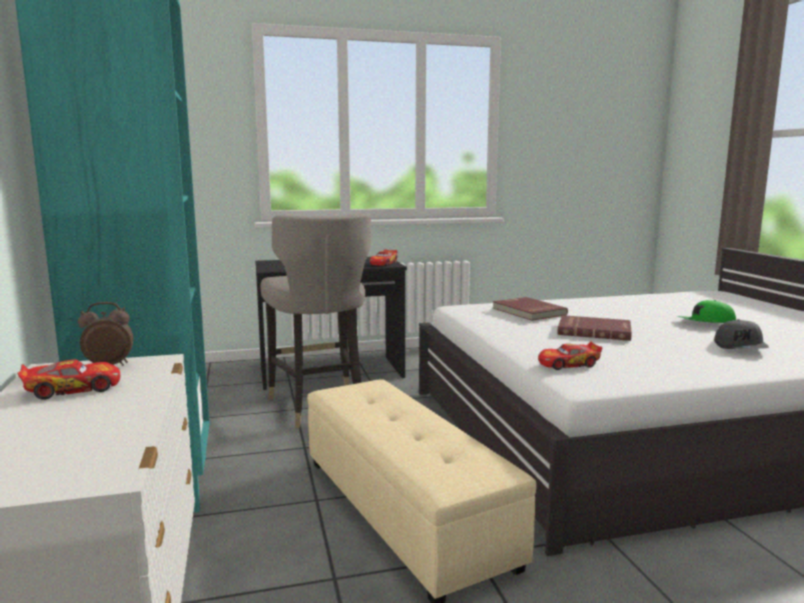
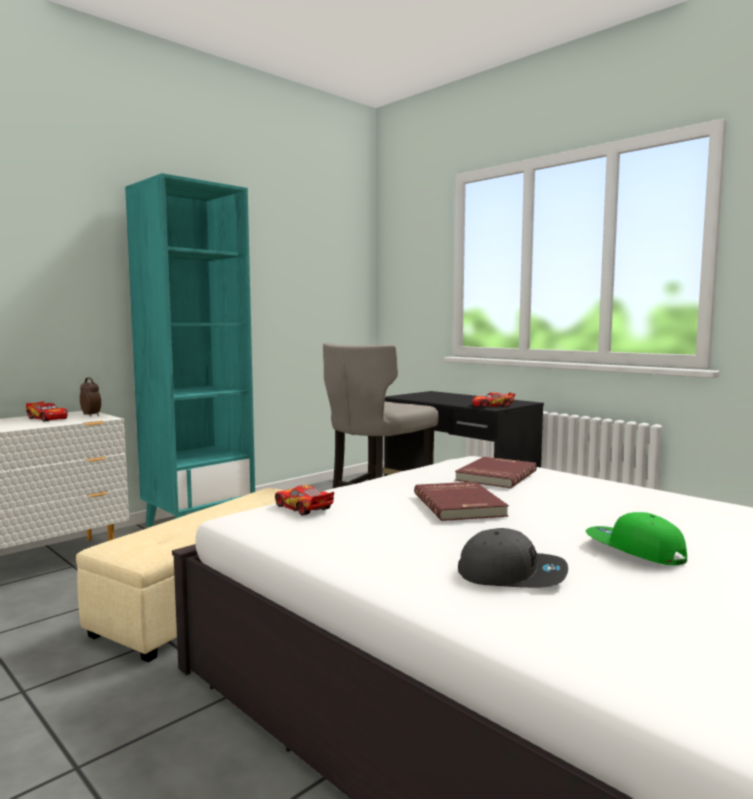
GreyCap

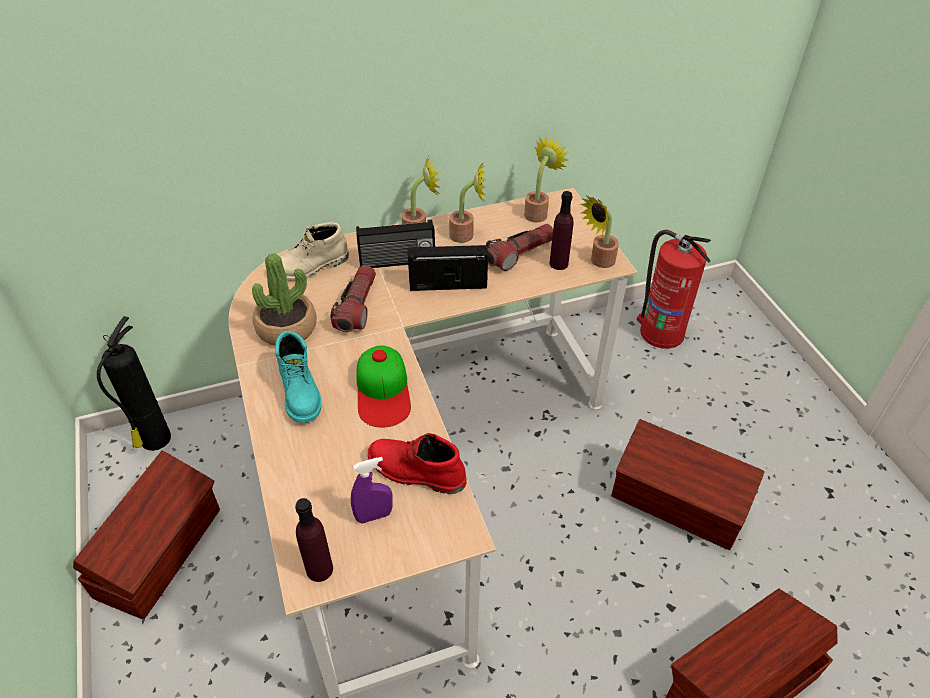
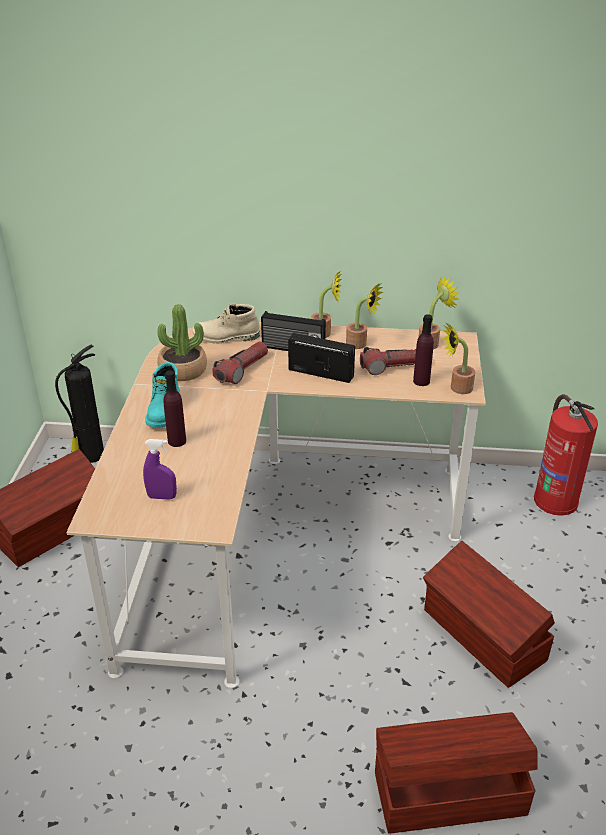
Cap; RedBoot; PurpleBottle (no. 1 from left)

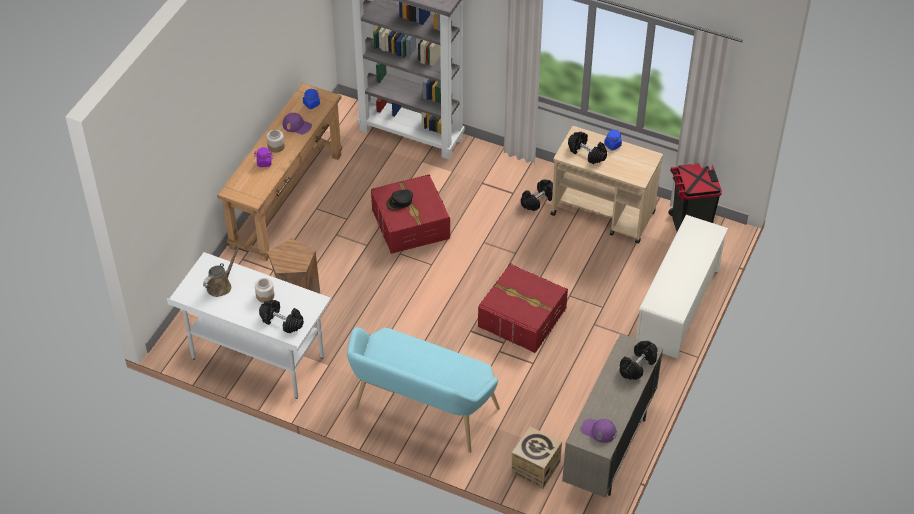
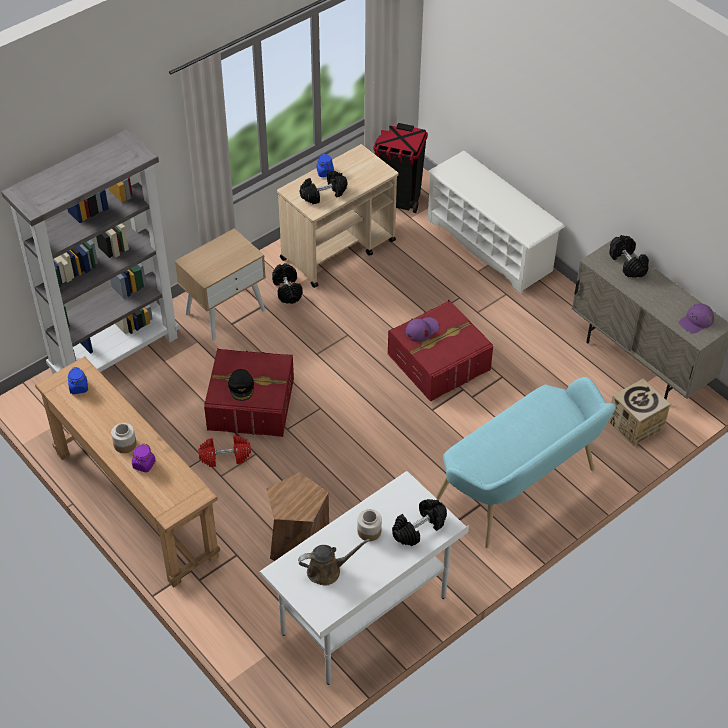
BeigeNightstand; RedDumbbell; PurpleCap (no. 1 from left); BrownWateringCan

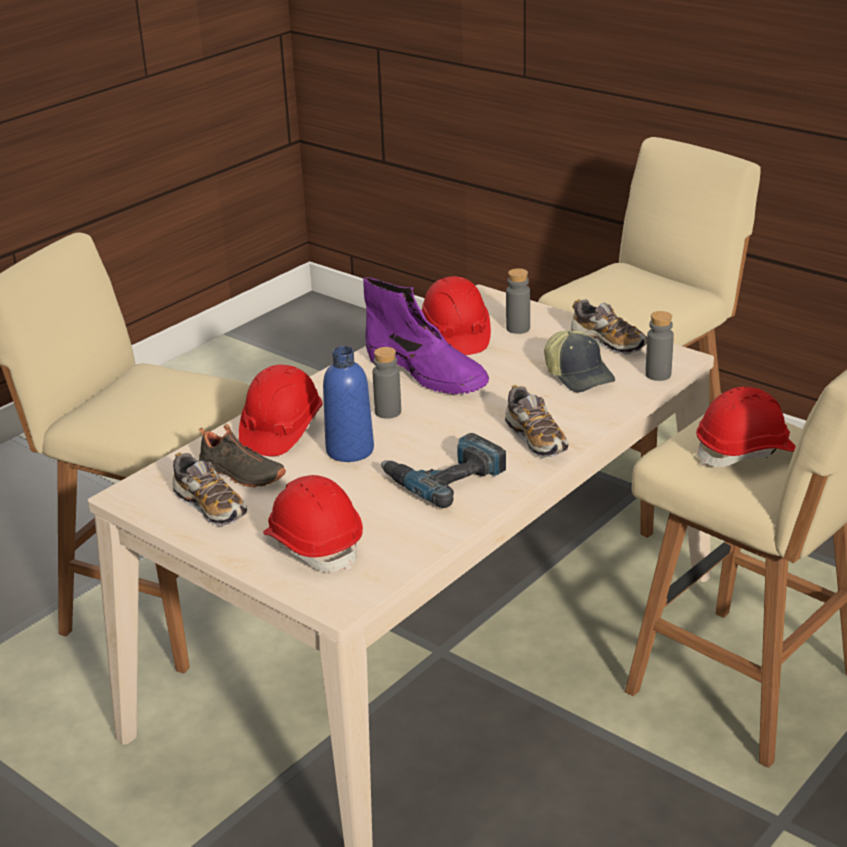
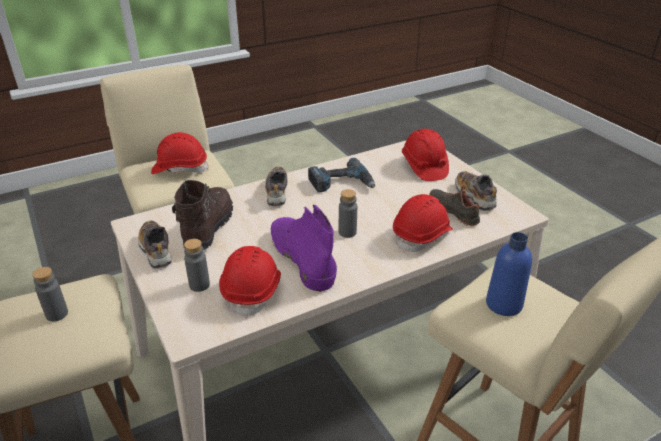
BlueBottle; GreyBottle (no. 1 from left); BrownBoot

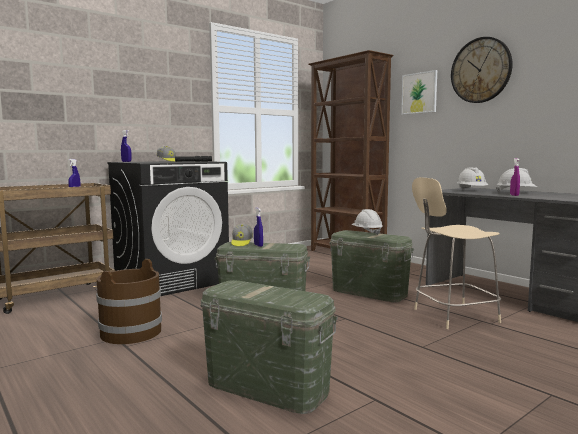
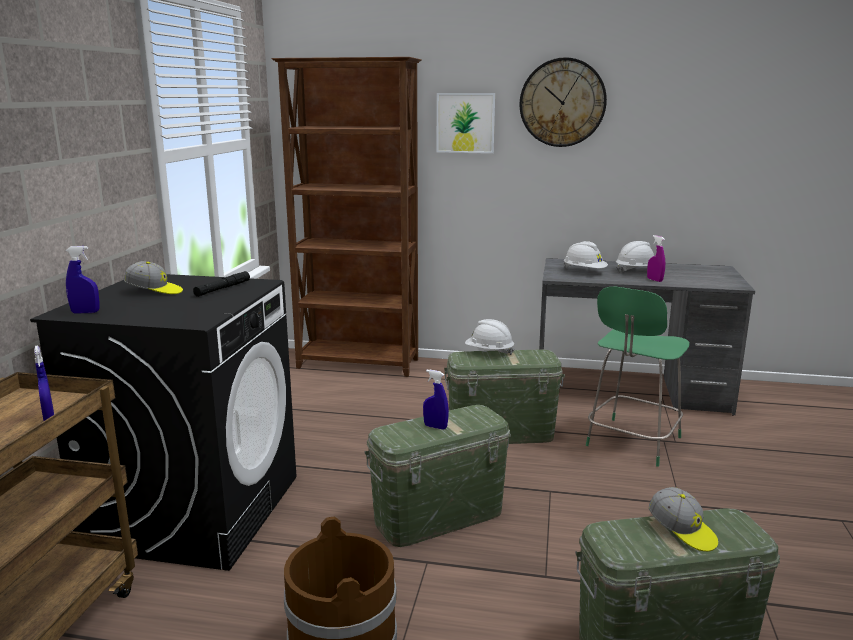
Cap (no. 2 from left); GreenChair

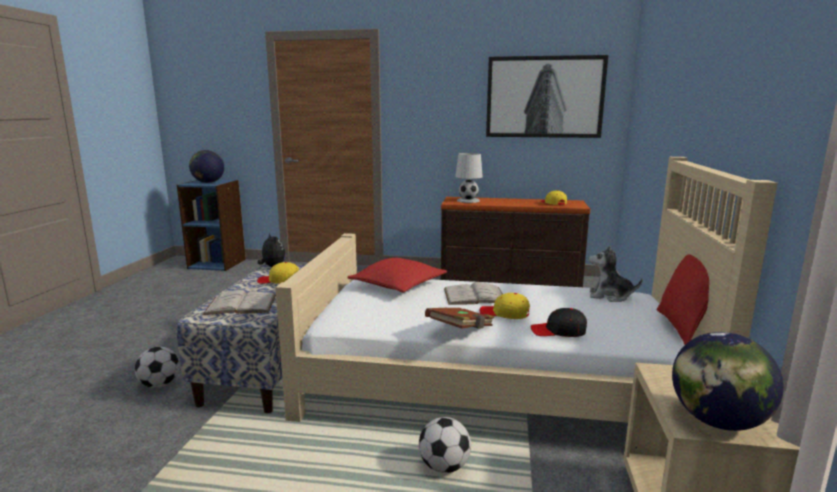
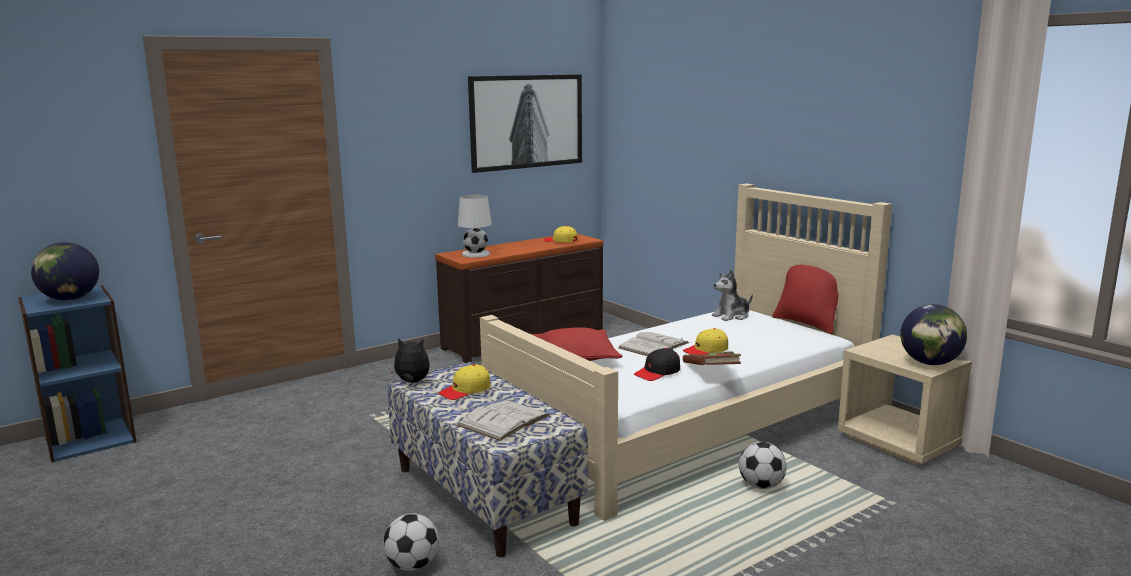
BlackCap

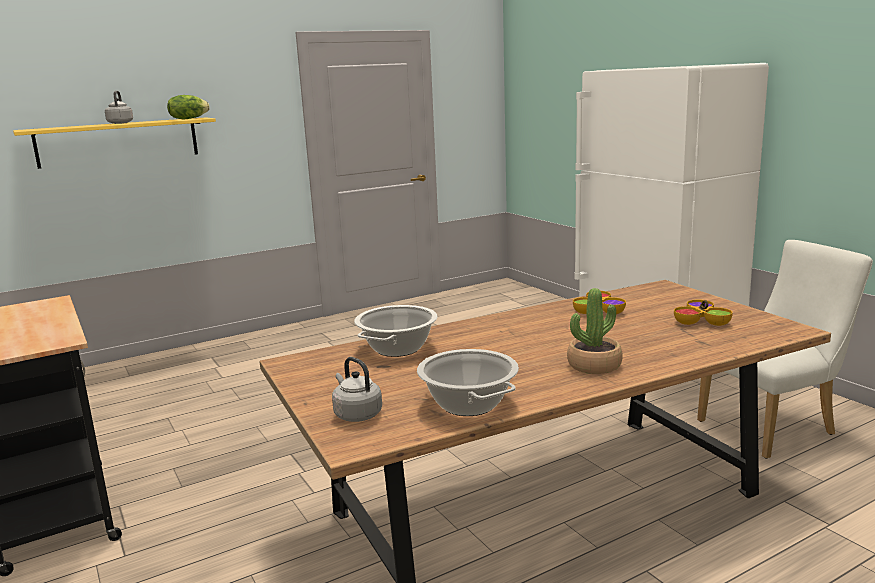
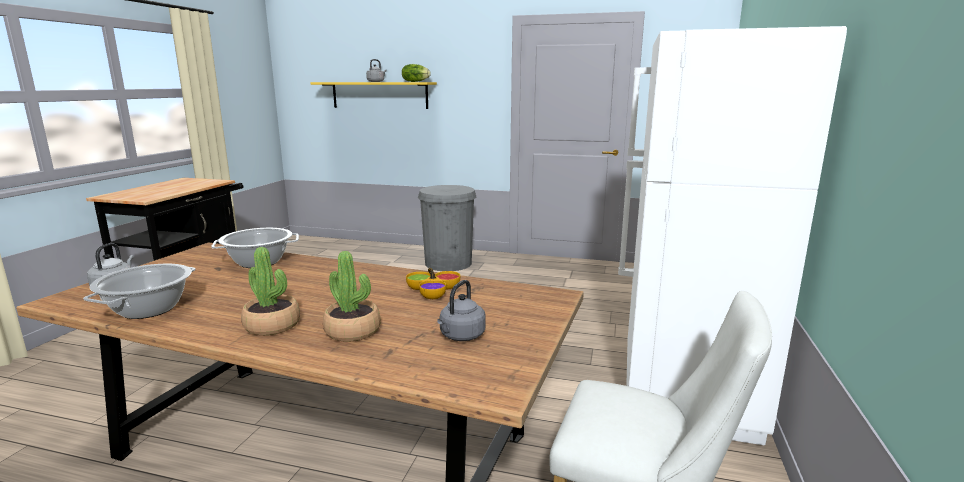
PottedPlant (no. 2 from left); GreyTrashCan; GreyKettle (no. 3 from left)

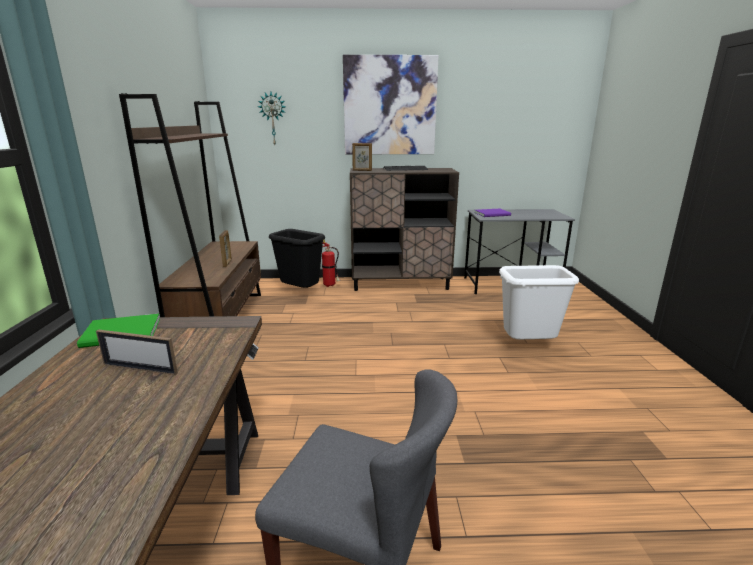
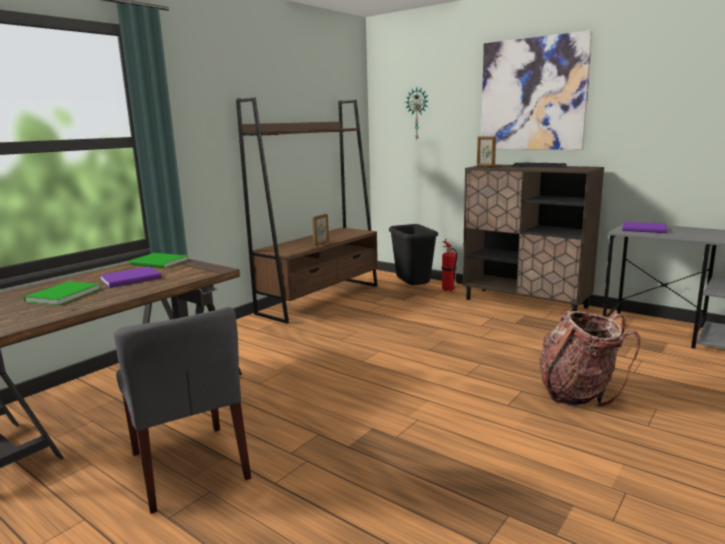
GreenBook (no. 1 from left); PurpleBook (no. 1 from left); Backpack

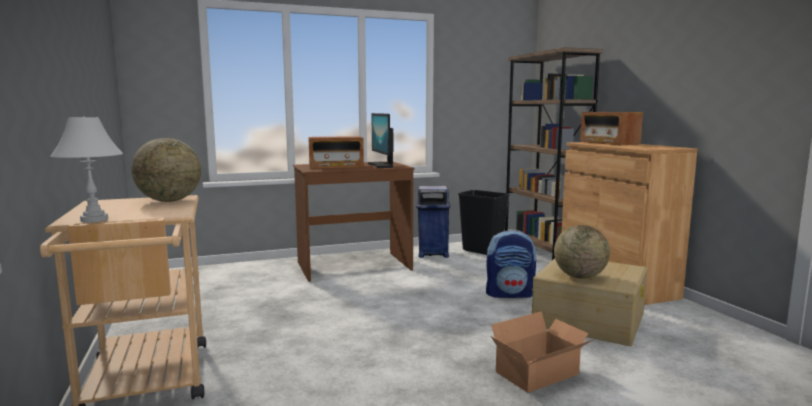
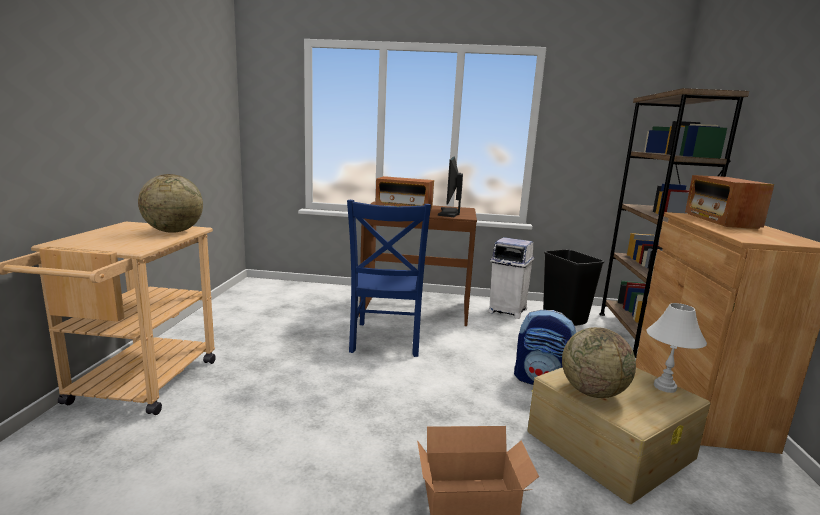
BlueChair; WhiteTableLamp; WhiteTrashCan

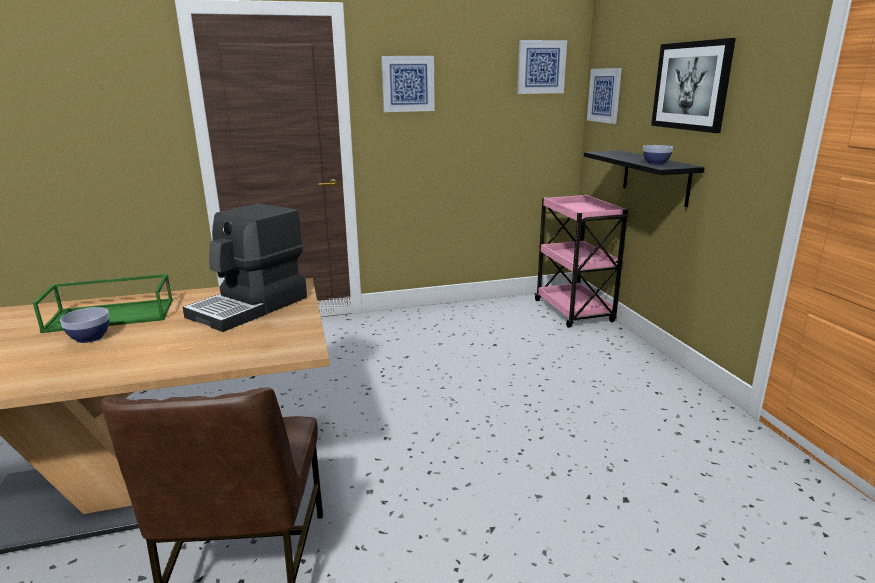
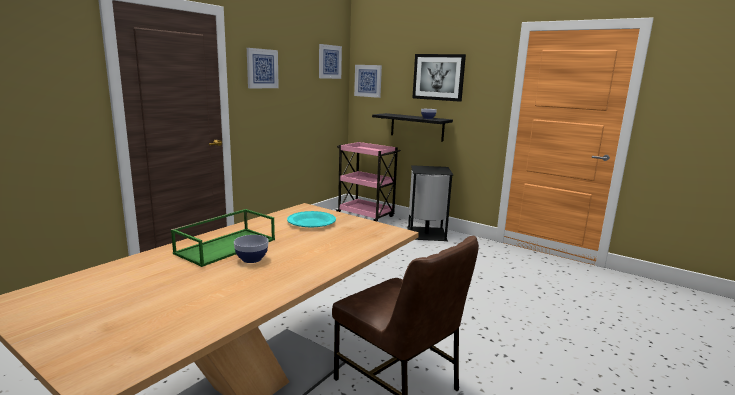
BlackTrashCan; TurquoisePlate

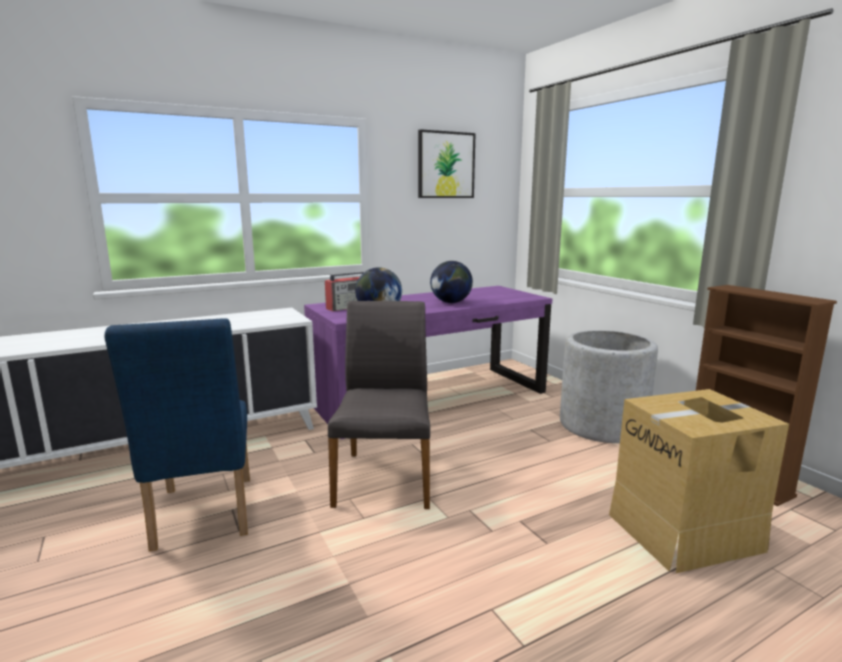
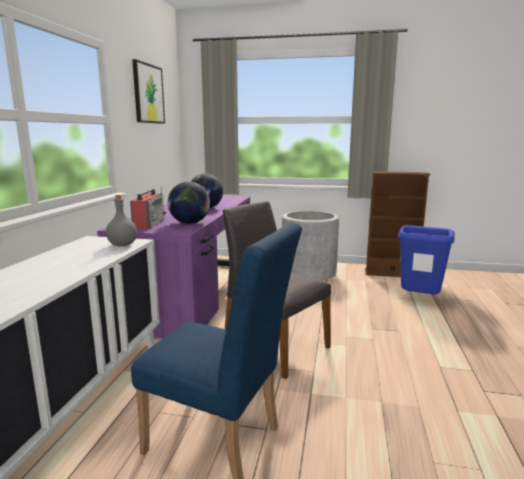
GreyBottle; BlueTrashCan

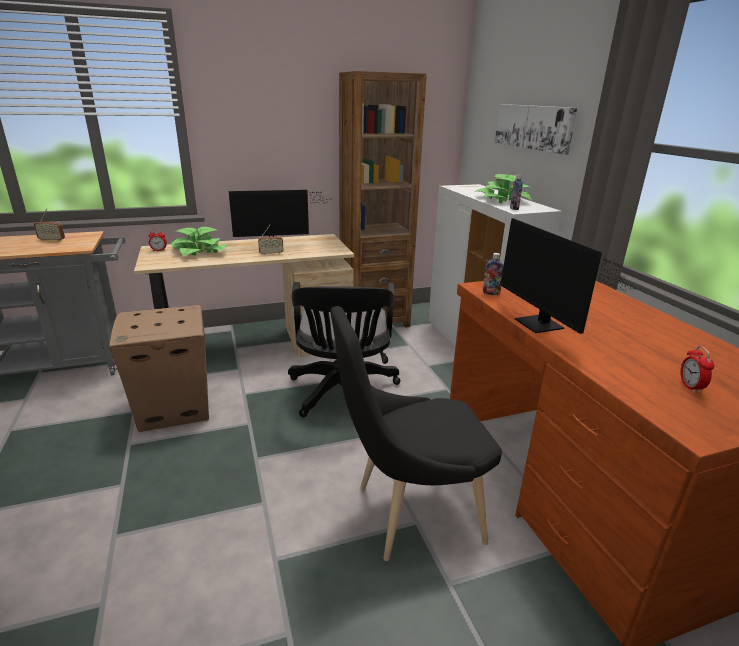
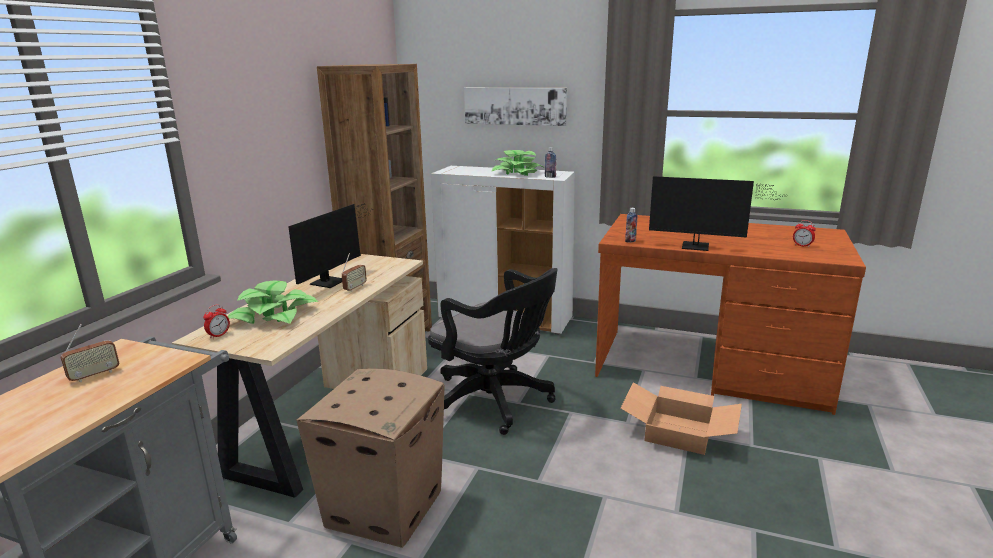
CardboardBox (no. 2 from left)

